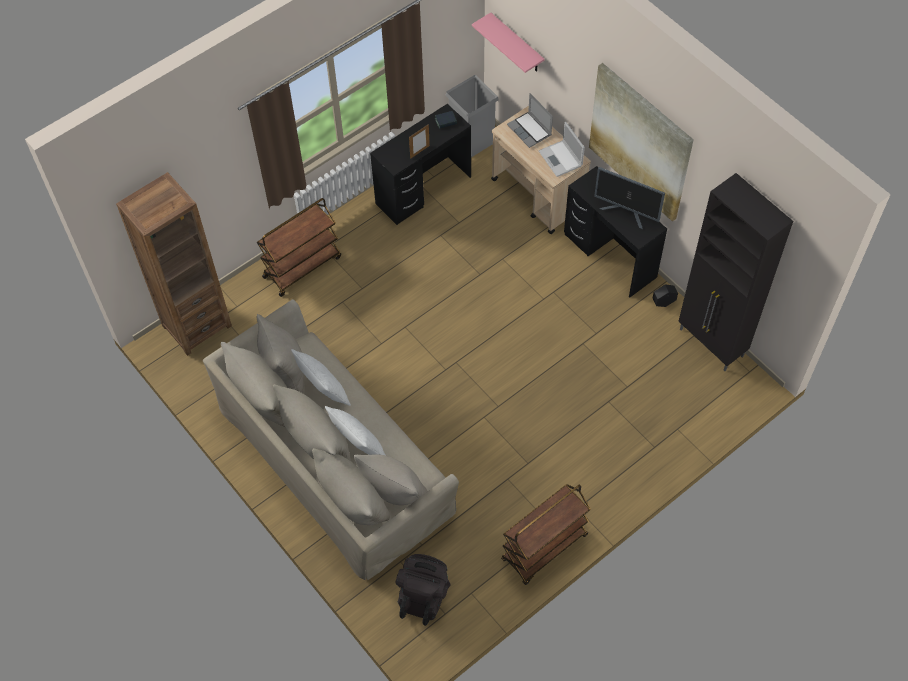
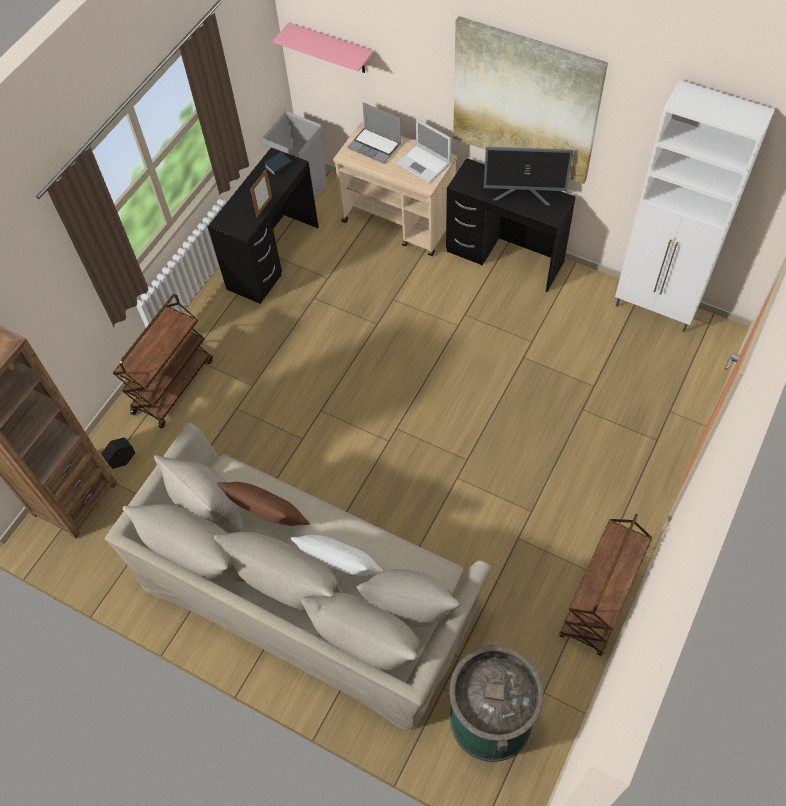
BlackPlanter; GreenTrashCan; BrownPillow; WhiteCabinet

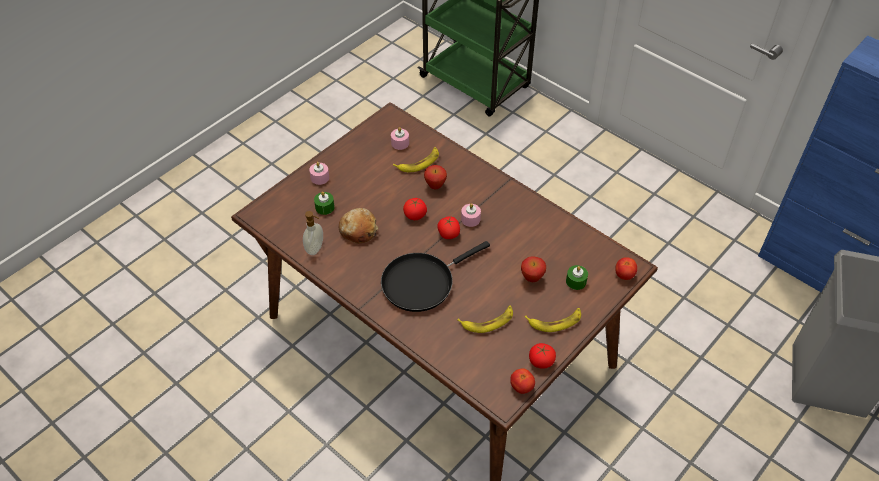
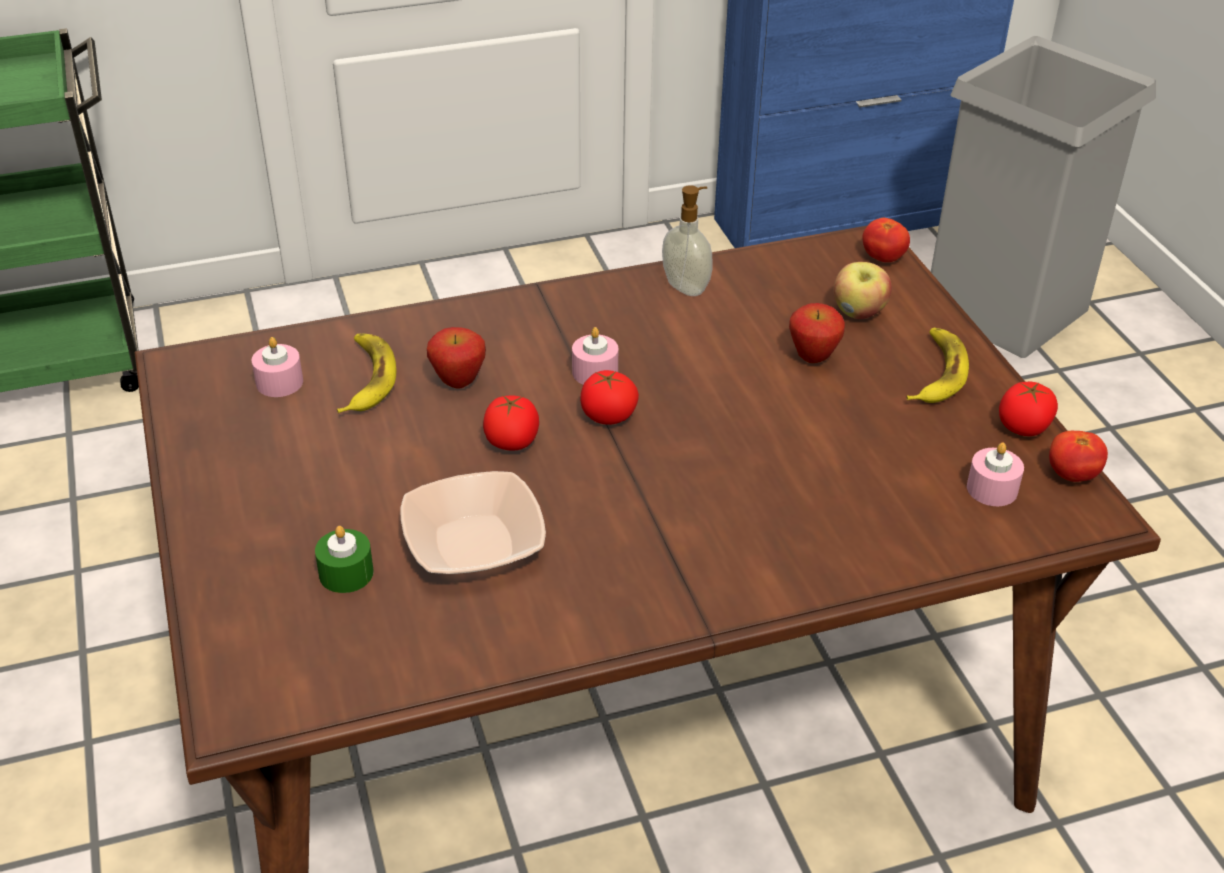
BlackFryingPan; Banana (no. 2 from left in the first image); SoapDispenser; PinkCandle (no. 3 from left); Bowl; Apple (no. 3 from left)

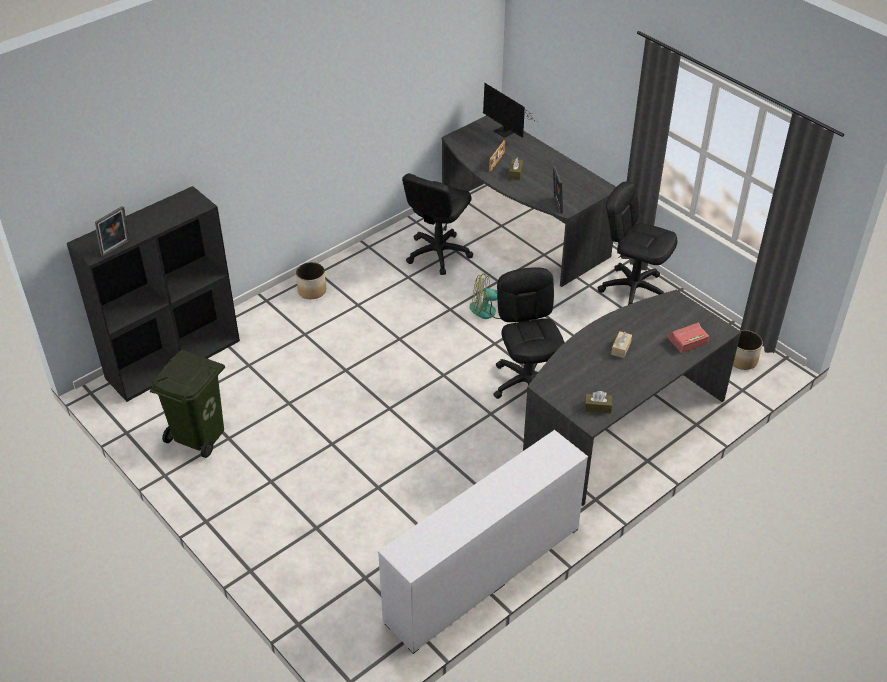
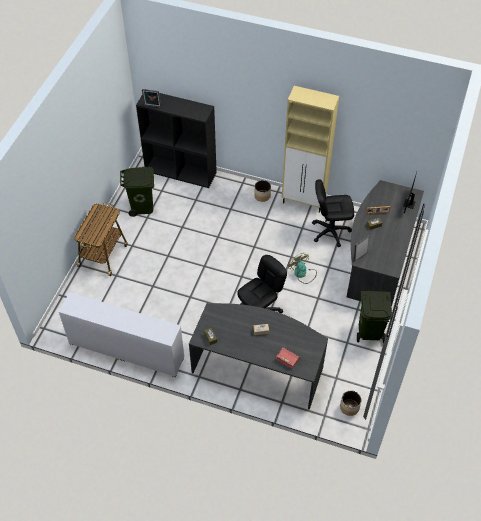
Cart; BeigeCabinet; GreenTrashCan (no. 2 from left)

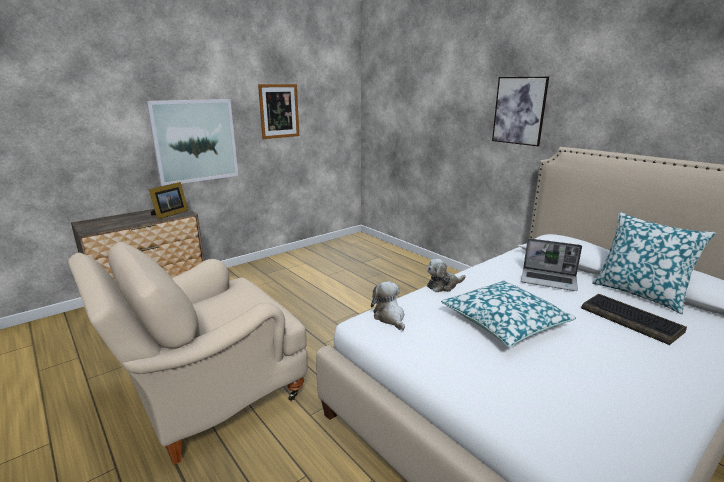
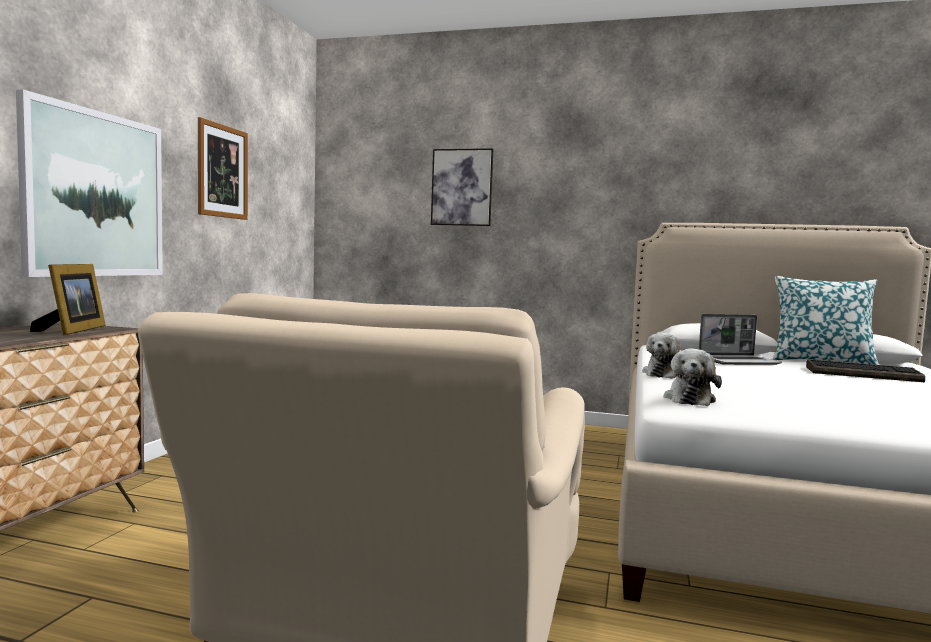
Pillow (no. 1 from left in the first image); Picture (no. 3 from left); PlushToy (no. 2 from left)

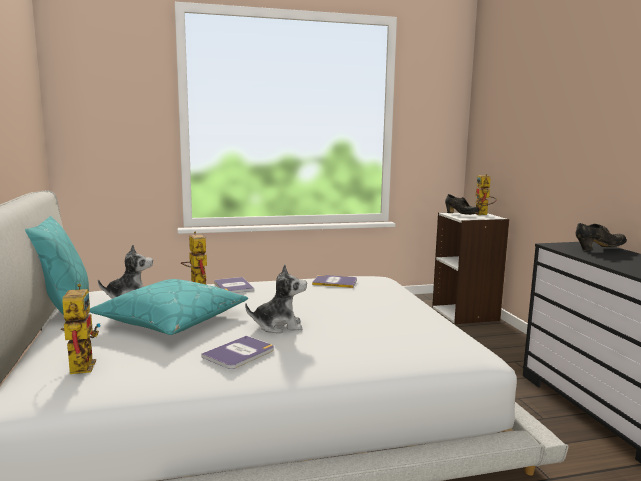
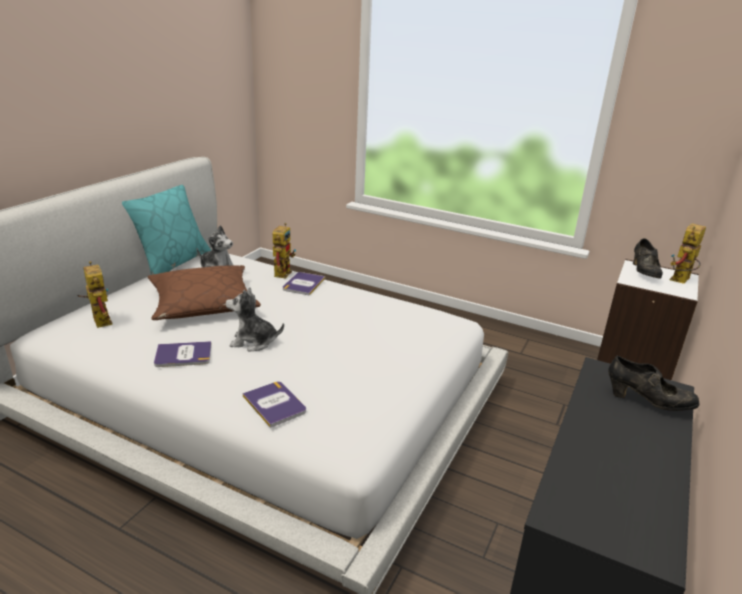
Book (no. 2 from left); BrownPillow; ToyRobot (no. 1 from left); PlushToy (no. 2 from left)

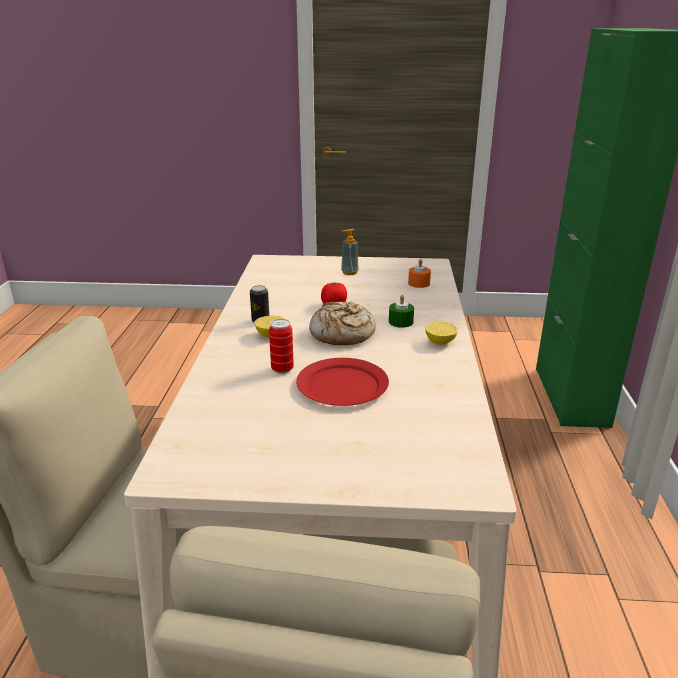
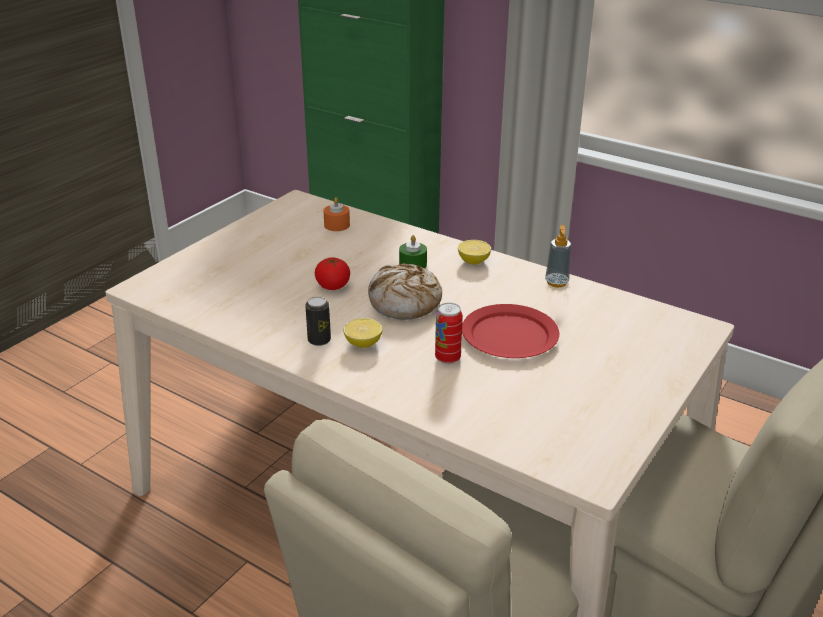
SoapDispenser

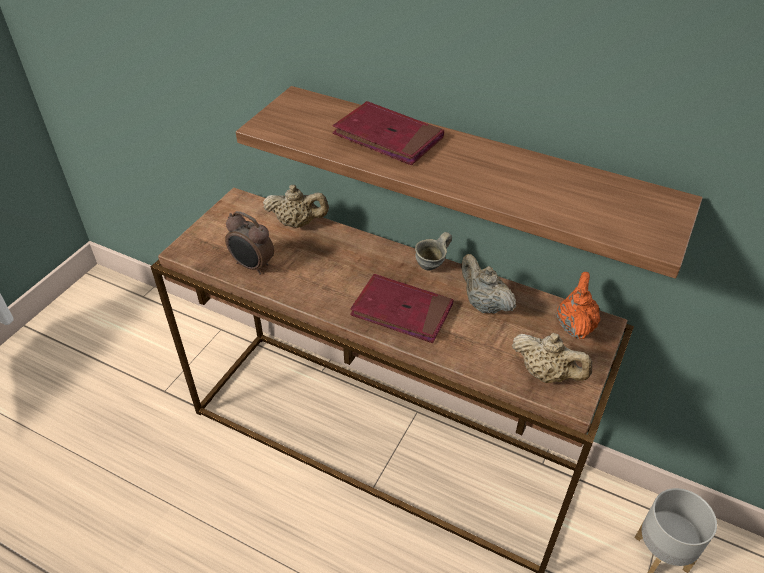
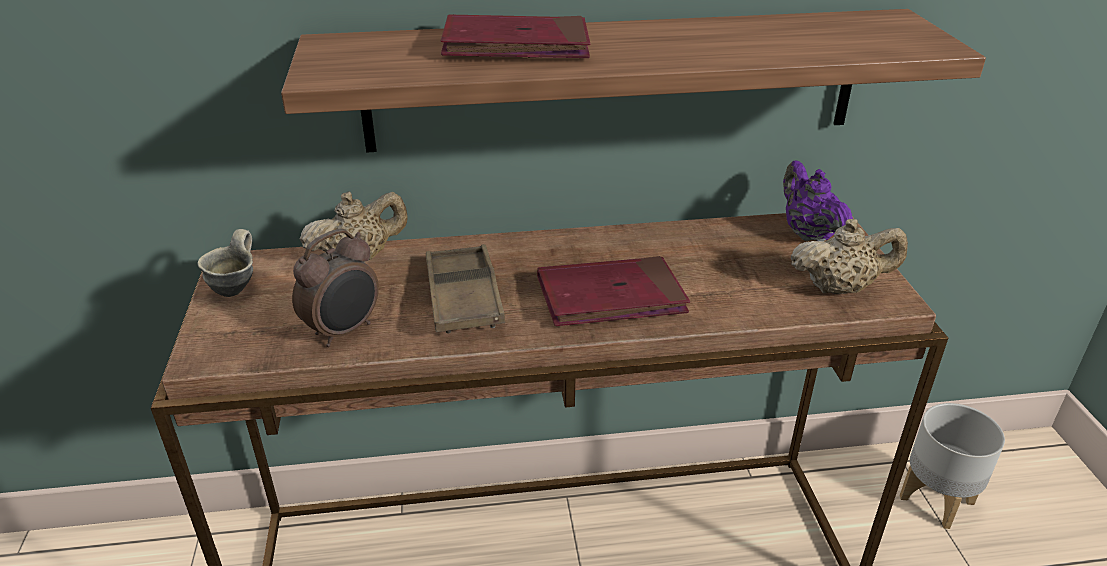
BeigeTeapot (no. 2 from left in the first image); BrownTray; GreyMug; PurpleTeapot; AlarmClock

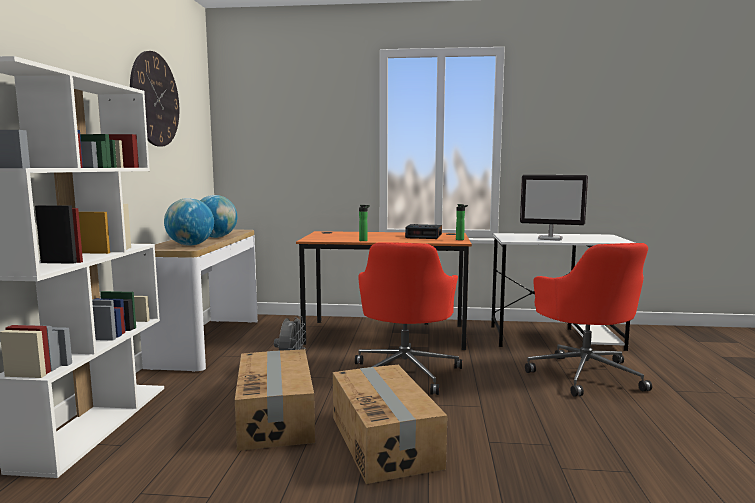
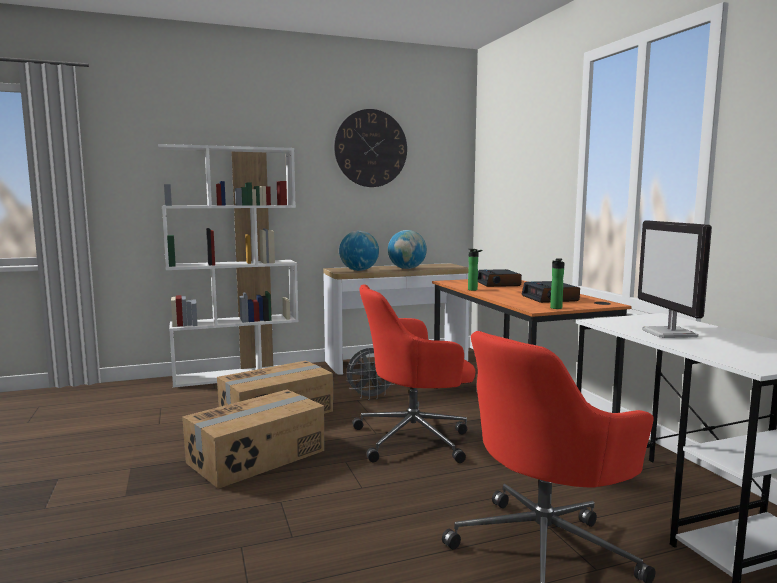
AlarmClock (no. 1 from left)

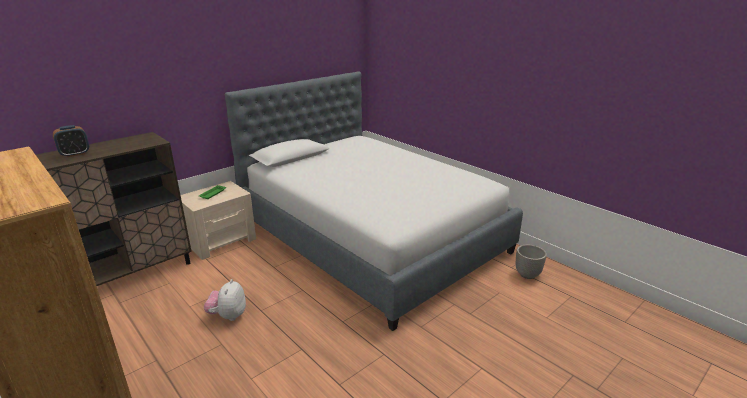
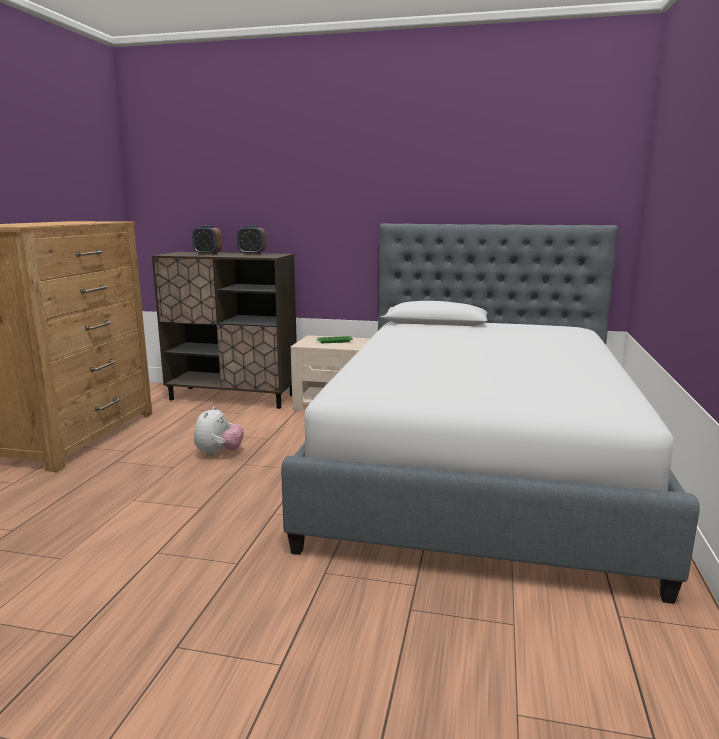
Planter; AlarmClock (no. 2 from left); PlushToy

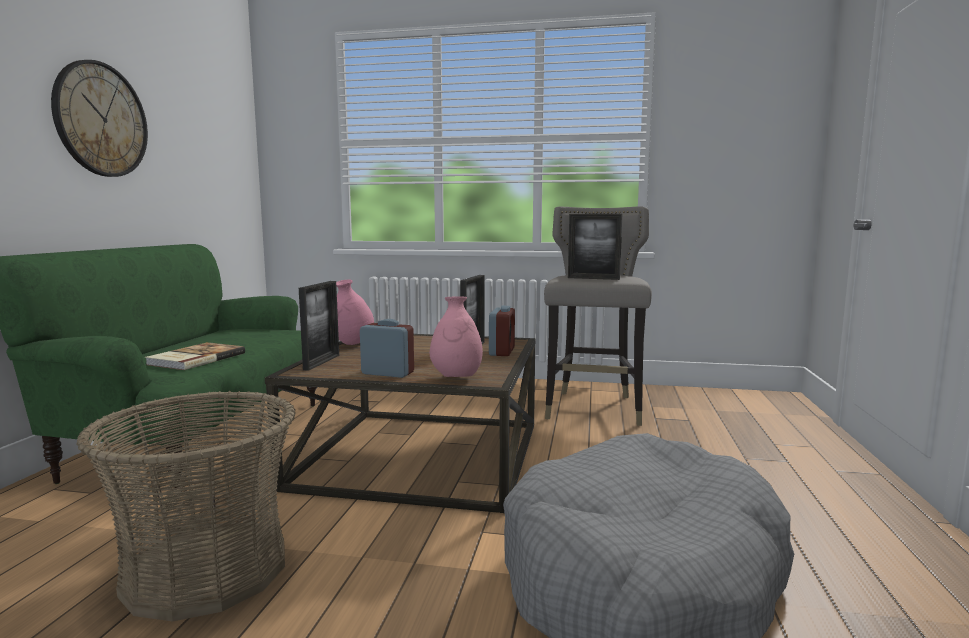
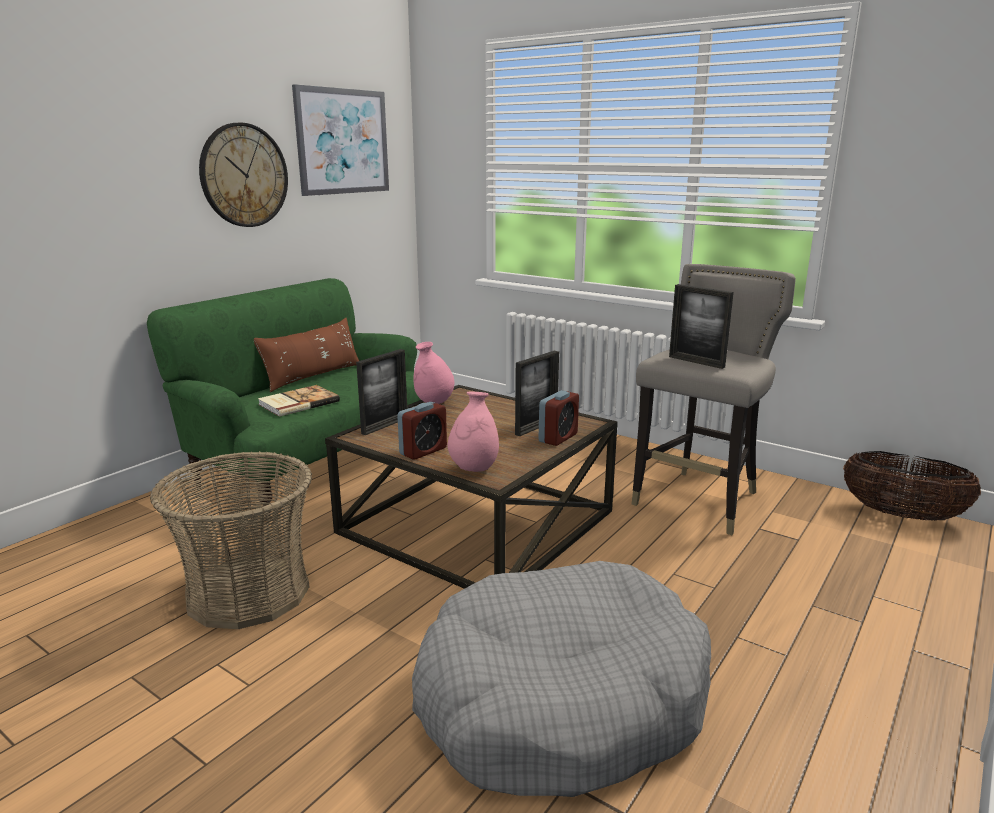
BrownPillow; Picture; Basket (no. 2 from left); AlarmClock (no. 1 from left)

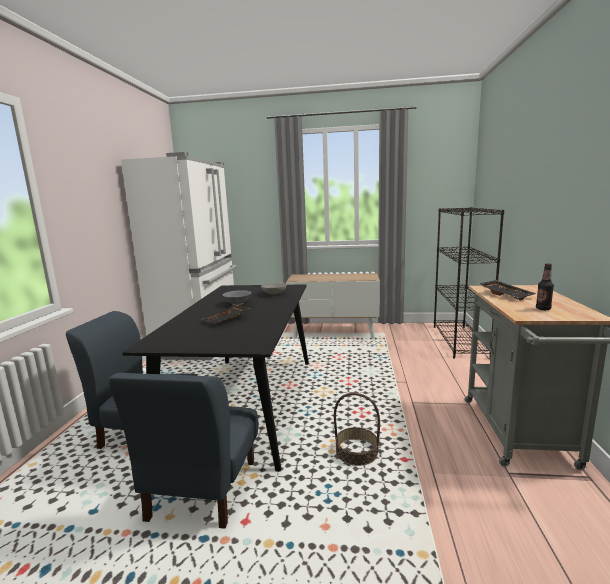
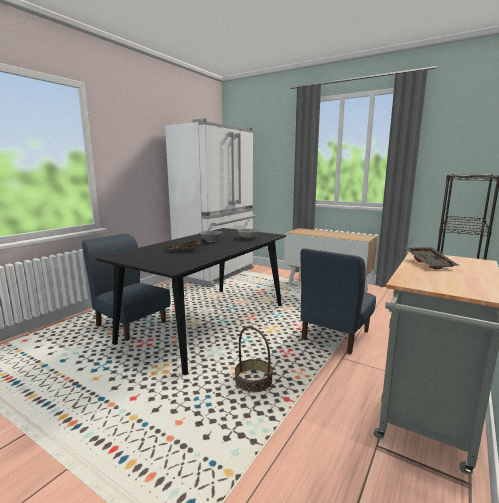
Bottle; BlueChair (no. 2 from left)

